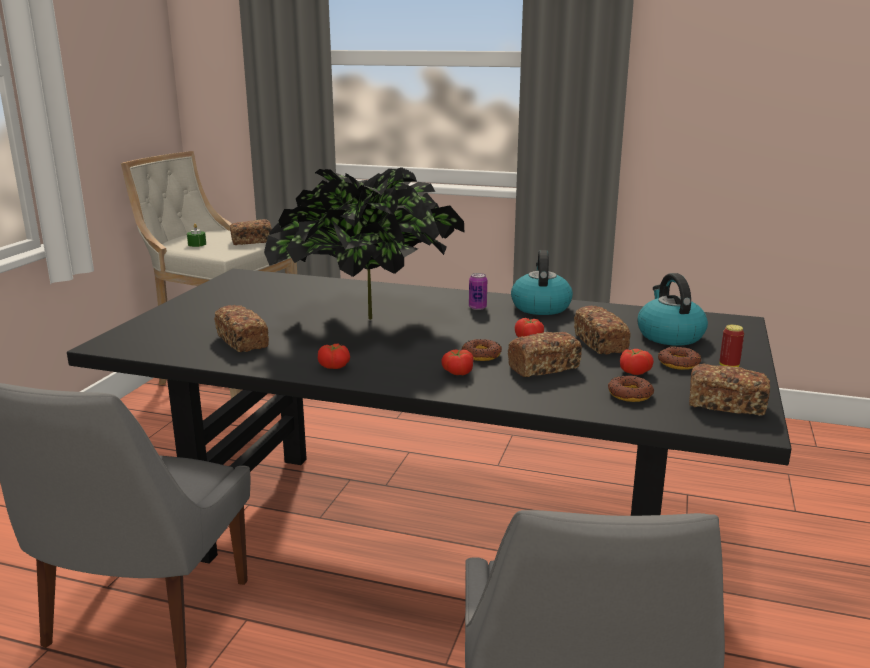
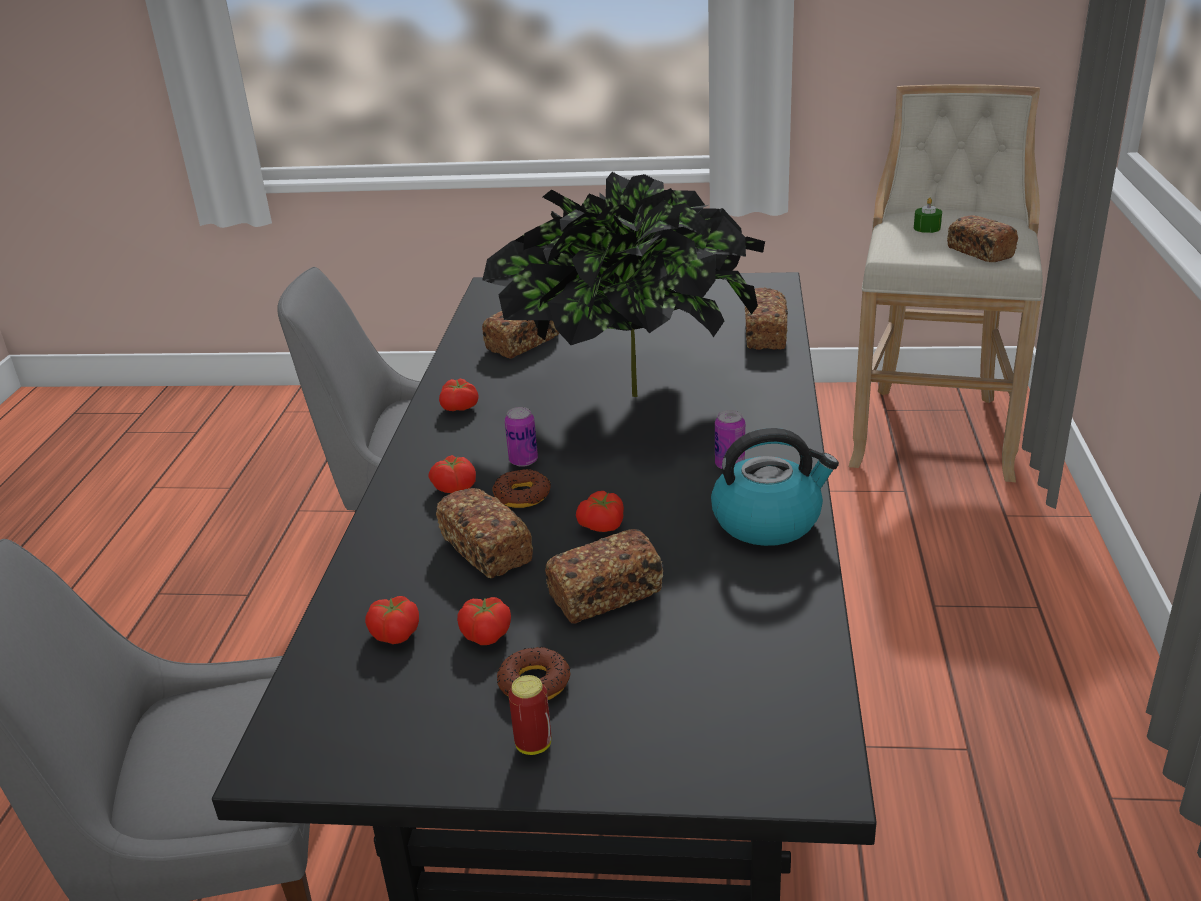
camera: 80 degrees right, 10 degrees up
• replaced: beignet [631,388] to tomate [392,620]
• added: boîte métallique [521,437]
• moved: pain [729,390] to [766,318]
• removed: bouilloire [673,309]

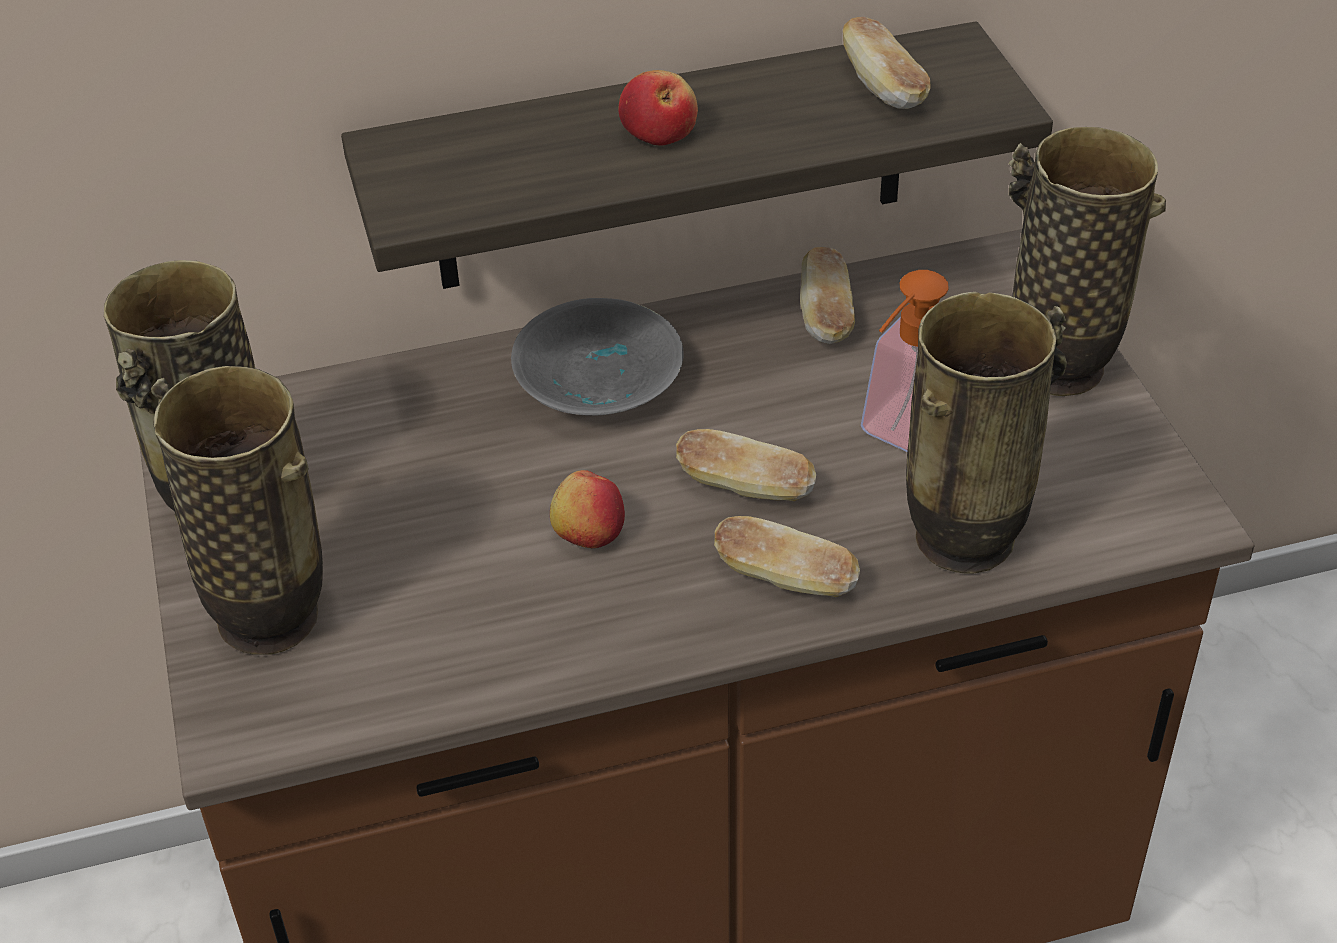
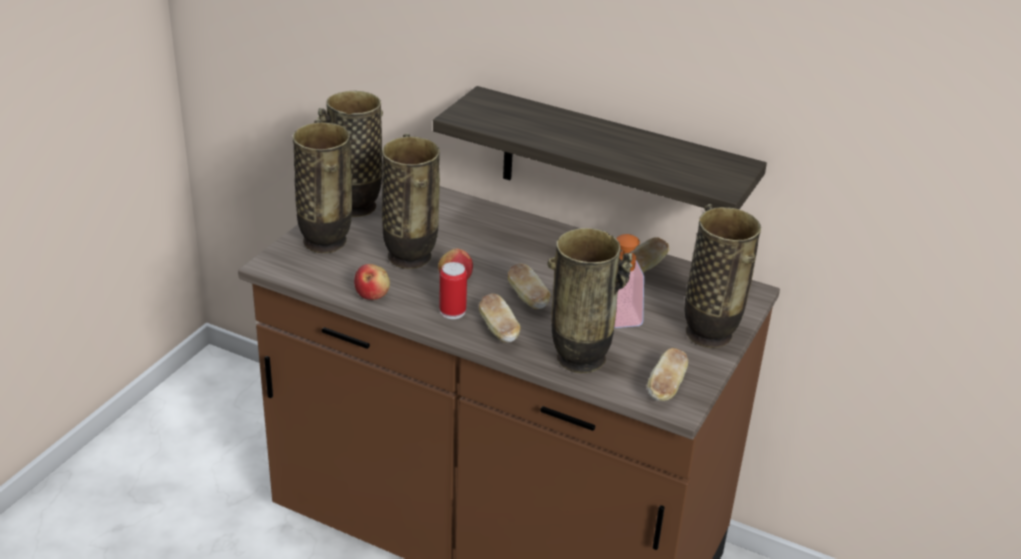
camera: 40 degrees right, 10 degrees down
• moved: pomme [658,107] to [372,282]
• added: vase [411,201]
• added: boîte métallique [453,290]
• moved: pain [887,63] to [667,374]
• removed: bol [gris] [597,357]

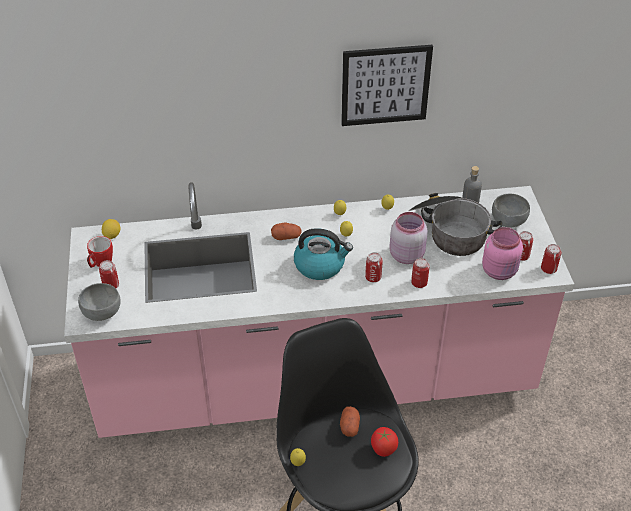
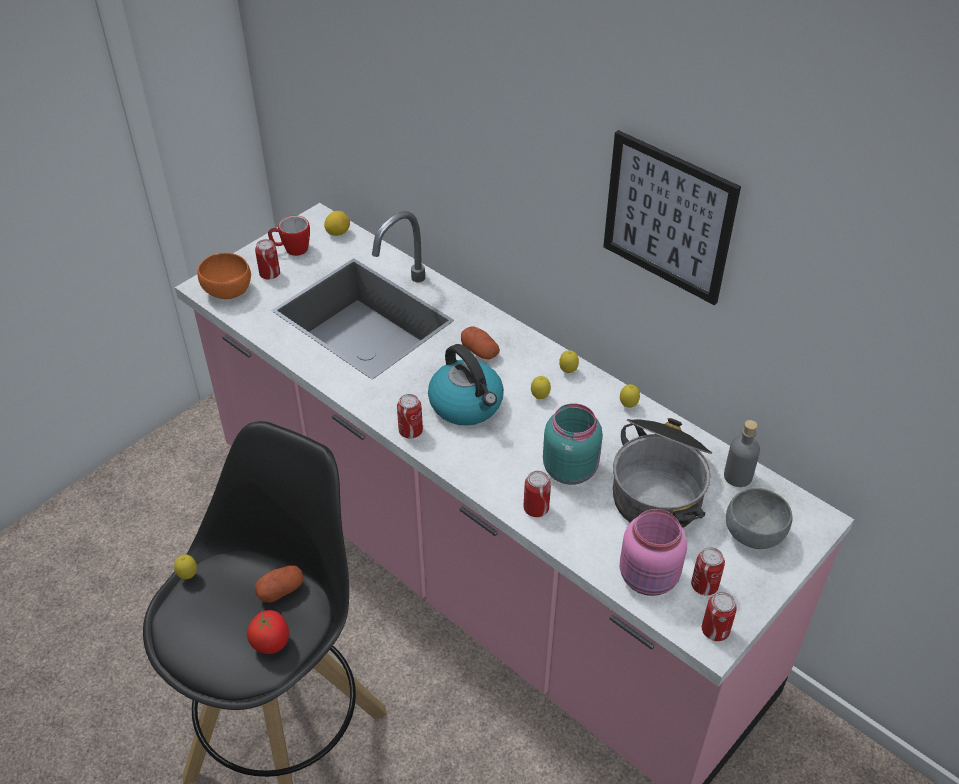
camera: 50 degrees right, 0 degrees up
• recoloured: bol [gris] [99,302] to bol [orange] [224,276]
• moved: boîte métallique [374,267] to [410,416]
• recoloured: bocal [rose] [408,238] to bocal [turquoise] [573,444]

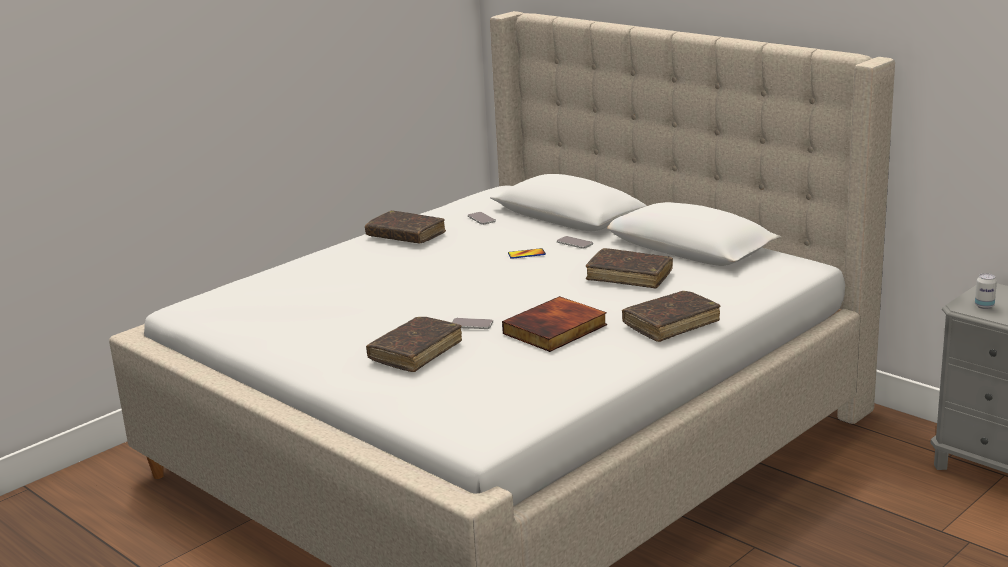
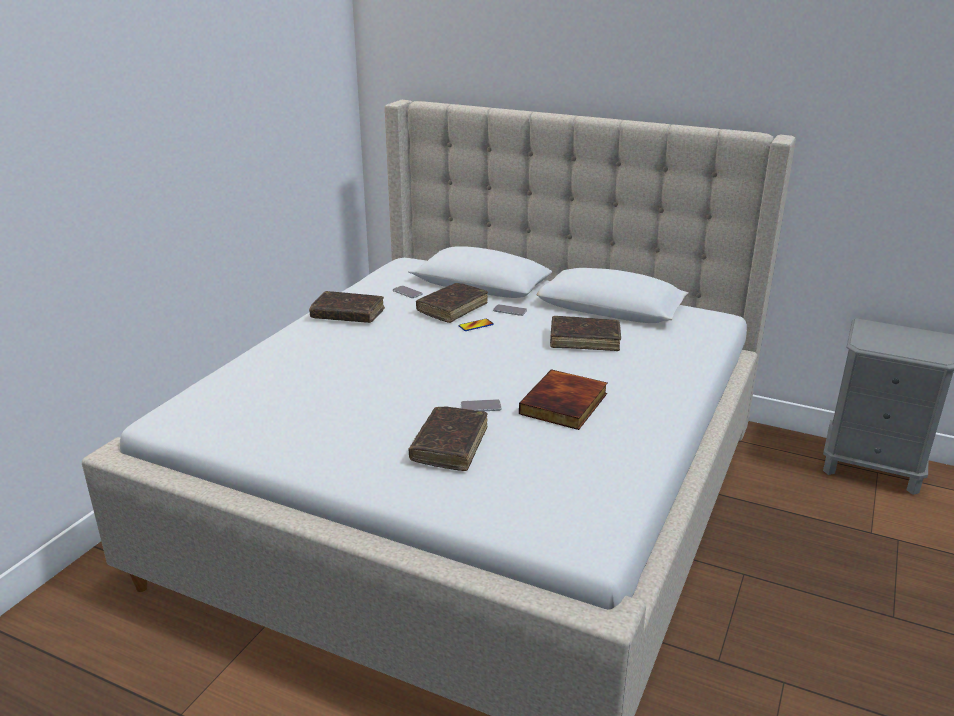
camera: 20 degrees left, 5 degrees up
• moved: livre [marron] [671,316] to [452,303]
• removed: boîte métallique [986,291]

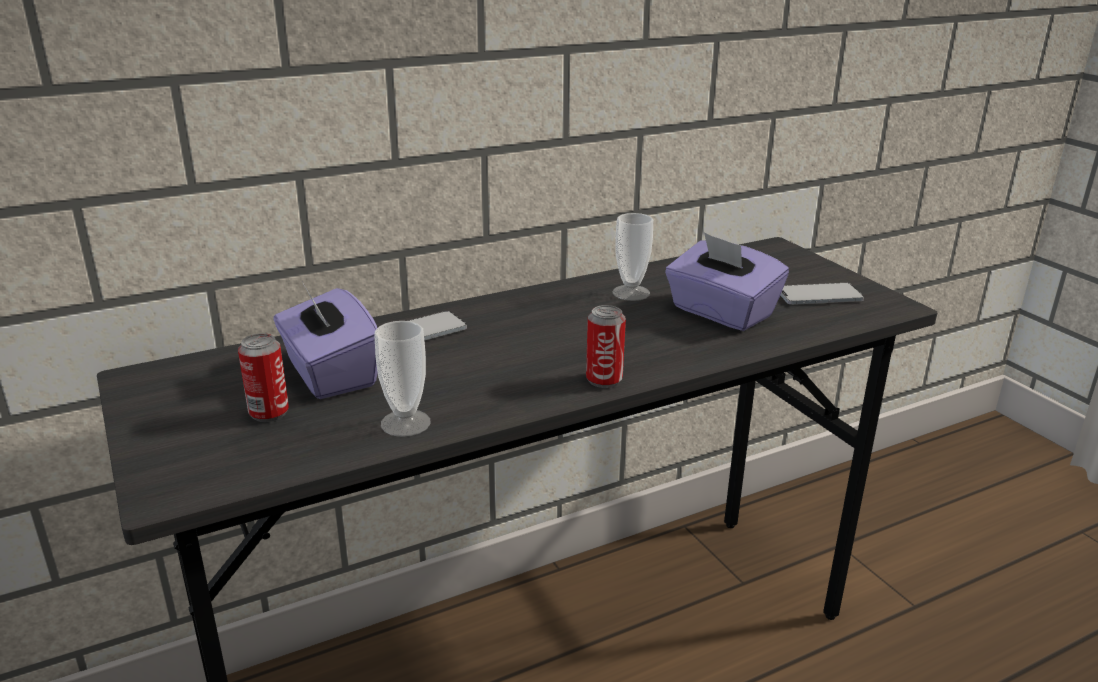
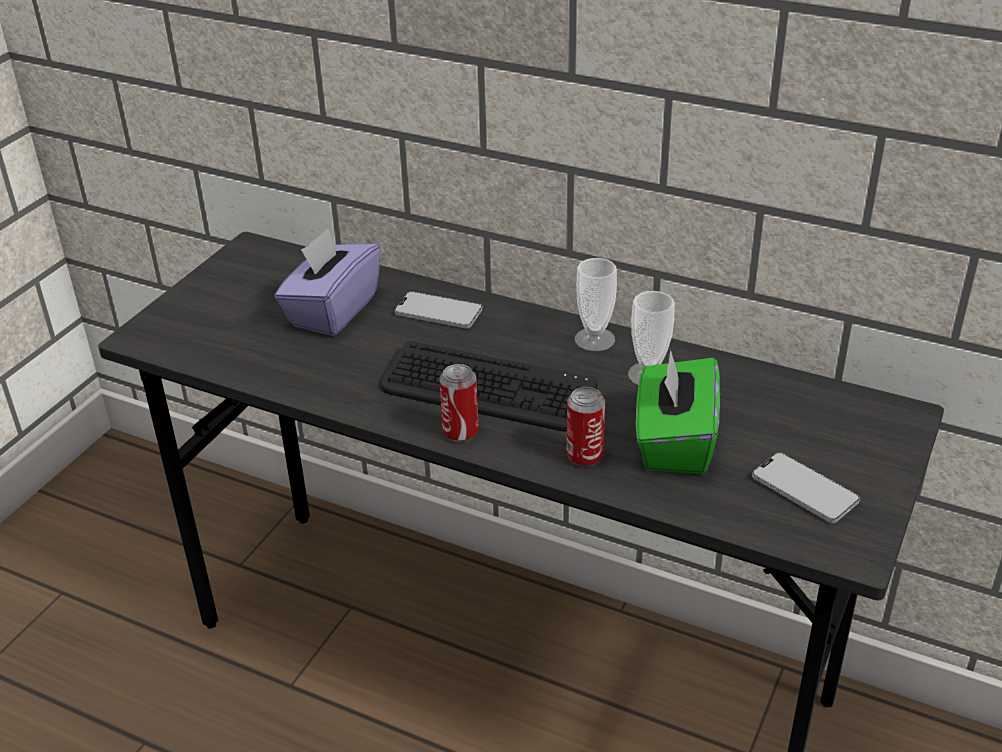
camera: 55 degrees right, 10 degrees up
• added: clavier [489,386]
• moved: boîte métallique [263,377] to [586,427]
• moved: tasse [403,379] to [596,304]
• recoloured: boîte à mouchoirs [violet] [727,281] to boîte à mouchoirs [vert] [678,412]

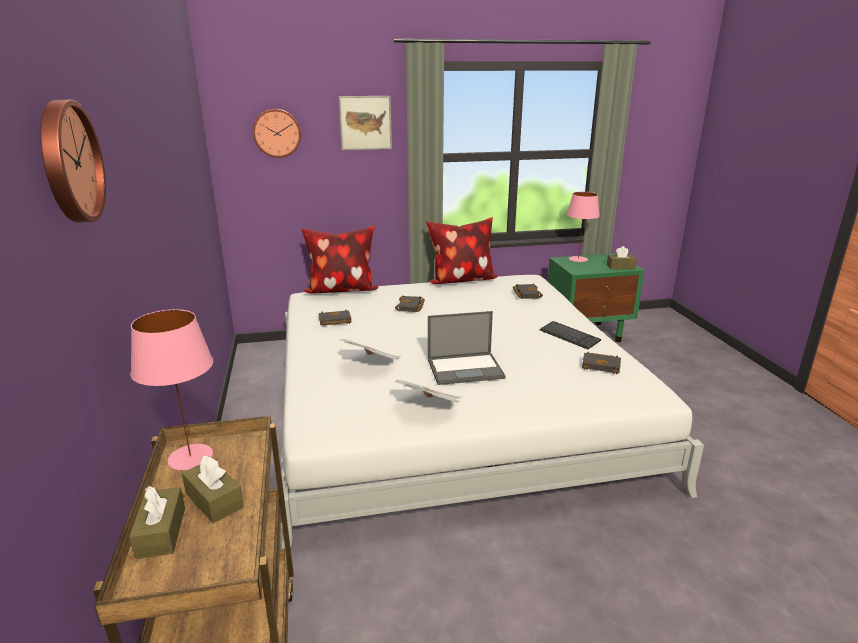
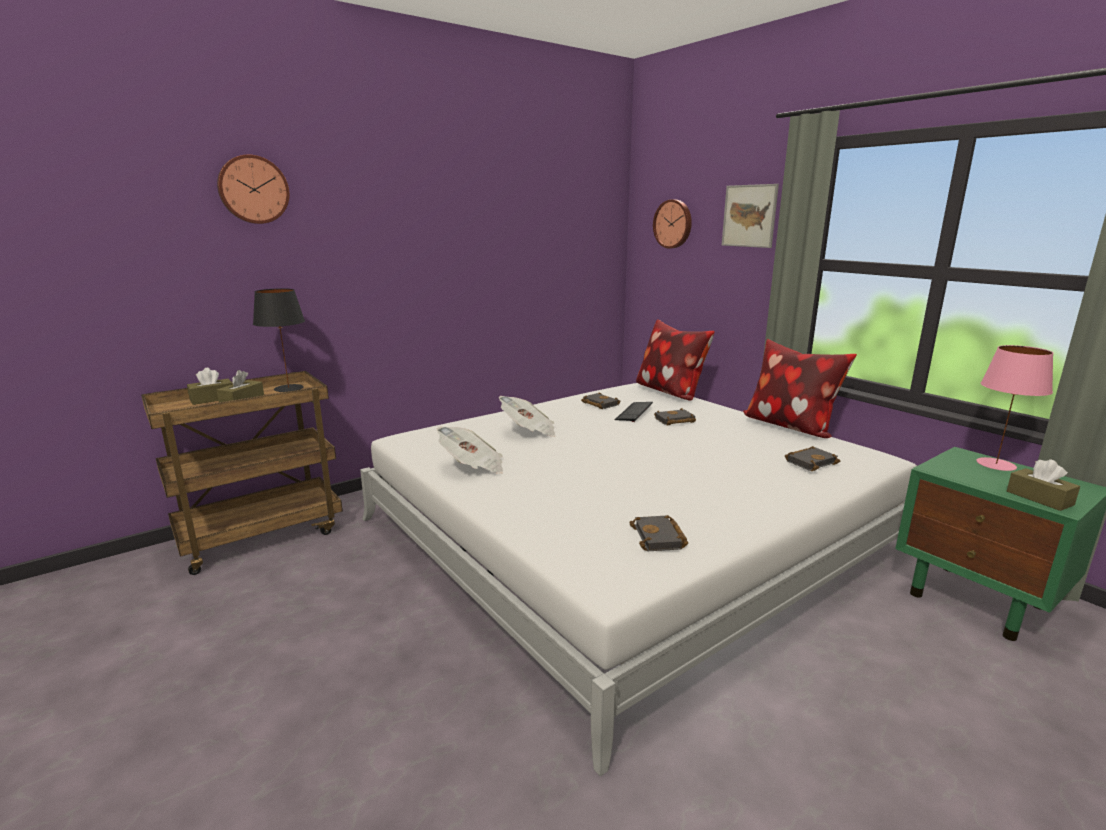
camera: 65 degrees right, 5 degrees down
• recoloured: lampe de table [rose] [171,389] to lampe de table [noir] [279,340]
• moved: clavier [570,335] to [633,412]
• removed: ordinateur portable [467,348]

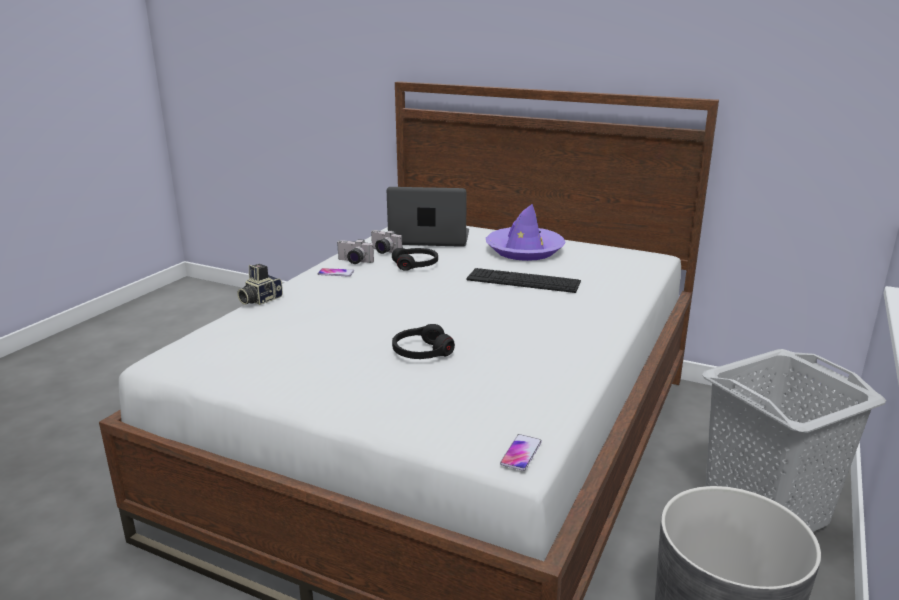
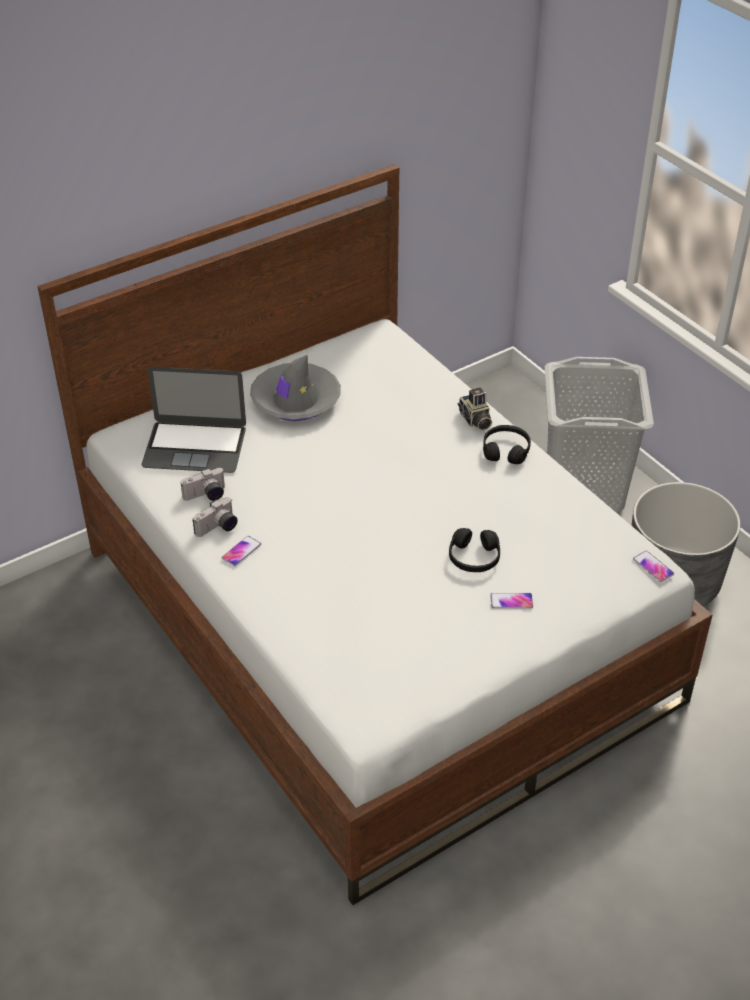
camera: 60 degrees left, 20 degrees up
• turned: ordinateur portable [428,217] = [194,420] 120 degrees counterclockwise
• recoloured: chapeau [violet] [526,232] to chapeau [gris] [295,388]
• moved: appareil photo [260,284] to [475,409]
• moved: casque audio [noir] [415,259] to [507,444]
• added: téléphone [511,600]
• removed: clavier [523,280]

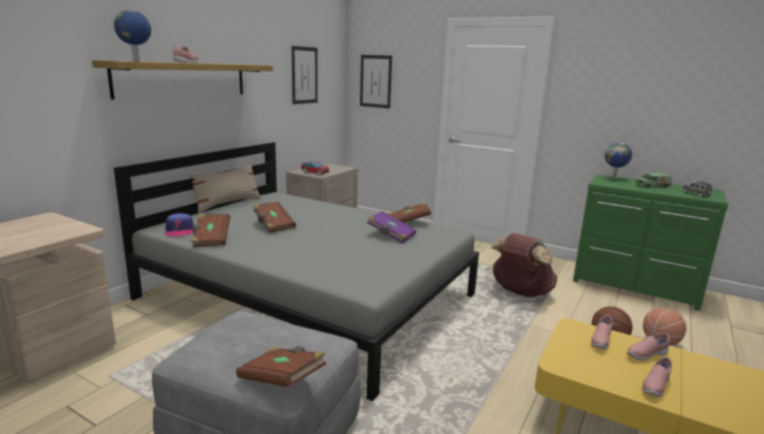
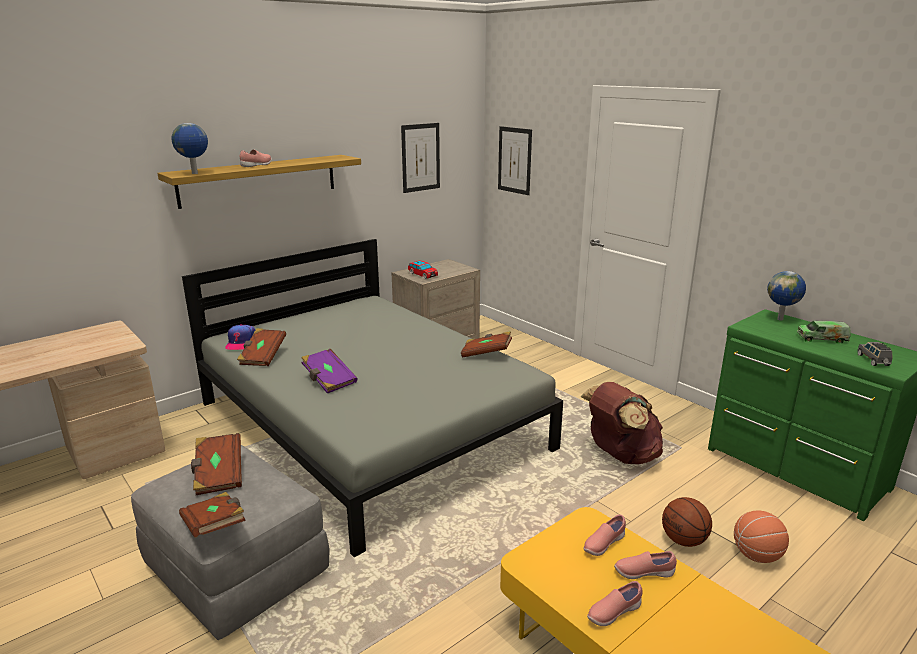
camera: 20 degrees right, 5 degrees up
• moved: livre [marron] [274,216] to [216,464]
• moved: livre [violet] [392,227] to [329,371]
• removed: coussin [beige] [225,188]

